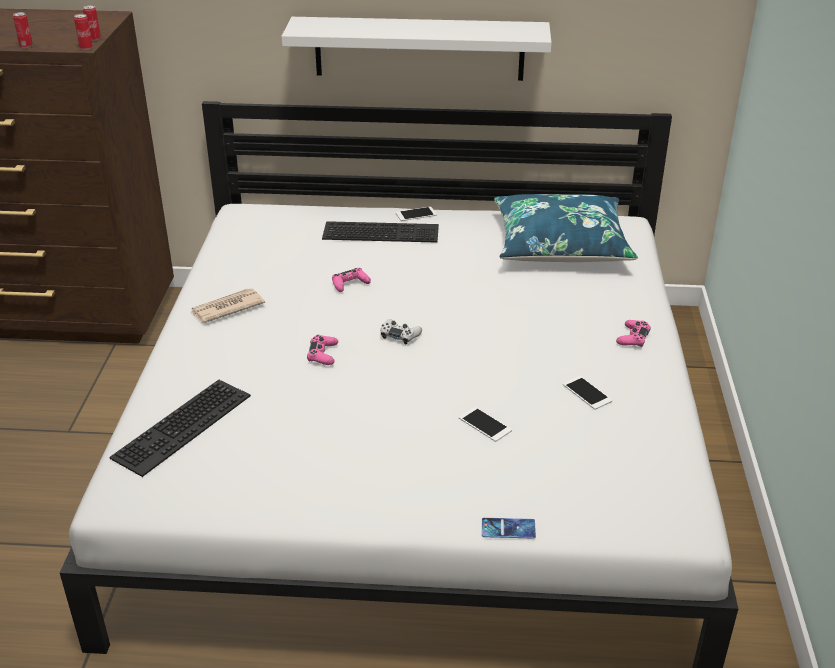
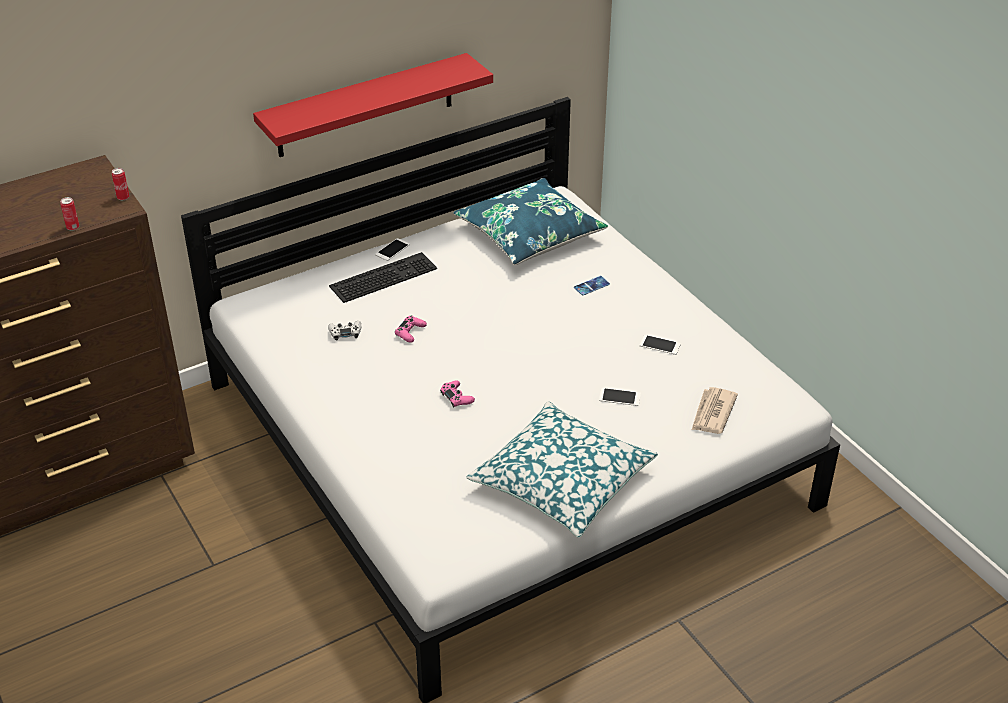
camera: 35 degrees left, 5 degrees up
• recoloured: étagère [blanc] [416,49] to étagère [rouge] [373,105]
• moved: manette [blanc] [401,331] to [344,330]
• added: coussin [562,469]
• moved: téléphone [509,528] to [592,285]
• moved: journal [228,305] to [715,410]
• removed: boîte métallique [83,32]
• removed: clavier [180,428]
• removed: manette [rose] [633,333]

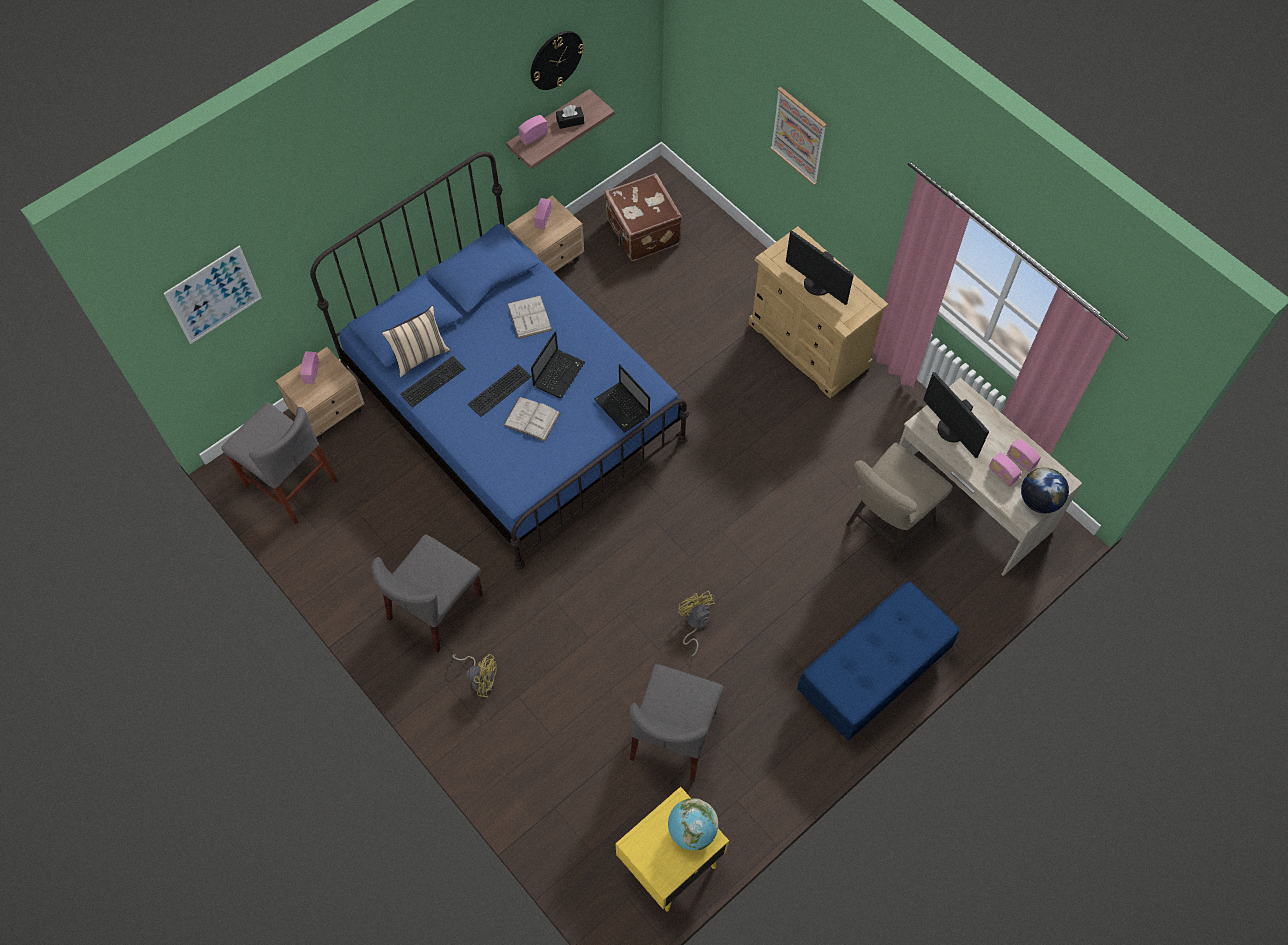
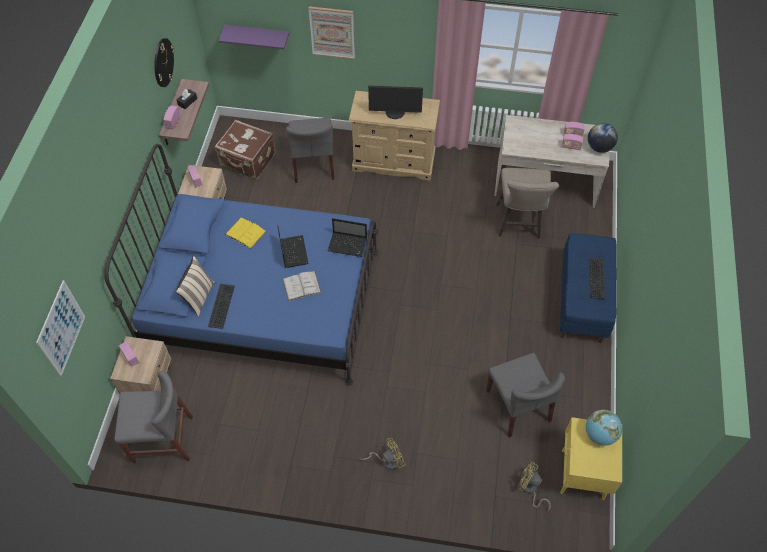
camera: 40 degrees left, 5 degrees down
• added: étagère [violet] [253,37]
• recoloured: livre [blanc] [529,317] to livre [jaune] [245,233]
• moved: chaise [gris] [427,593] to [310,150]
• moved: ventilateur [jaune] [696,624] to [534,487]
• moved: clavier [500,390] to [597,278]
• removed: écran d'ordinateur [956,415]

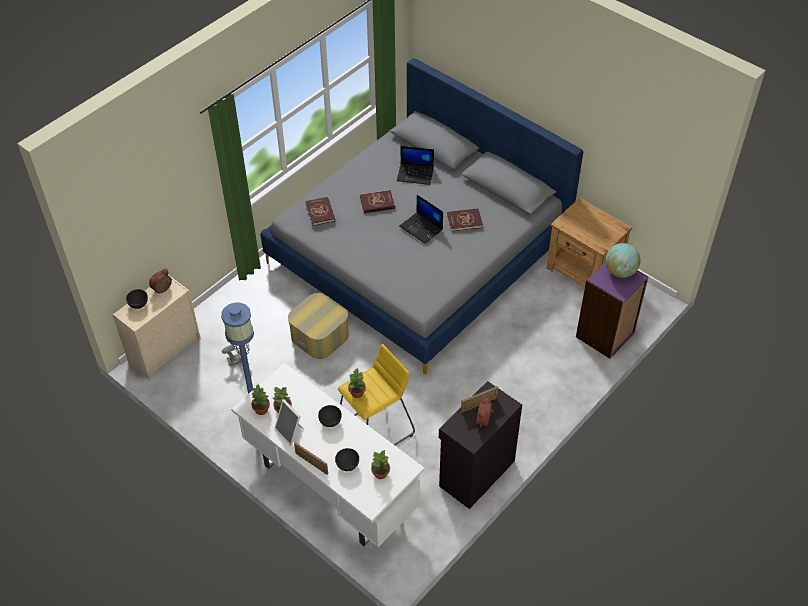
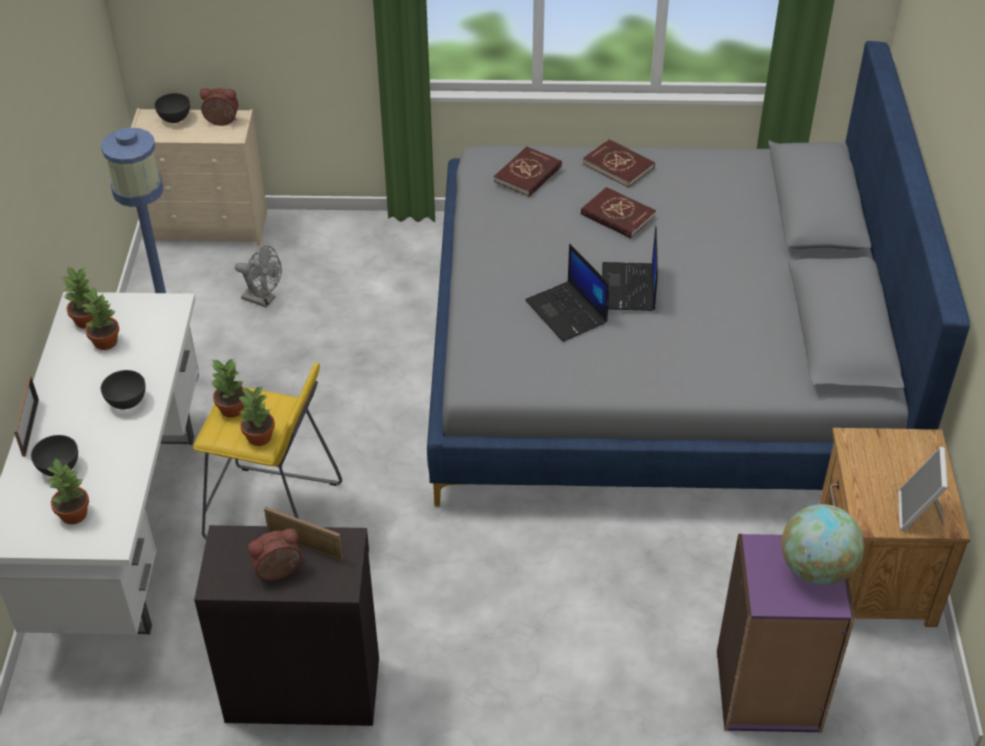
camera: 50 degrees right, 5 degrees down
• added: plante en pot [256,416]
• moved: ordinateur portable [415,165] to [567,293]
• moved: livre [rouge] [465,219] to [619,163]
• moved: cadre photo [288,422] to [923,489]
• removed: pouf [318,326]

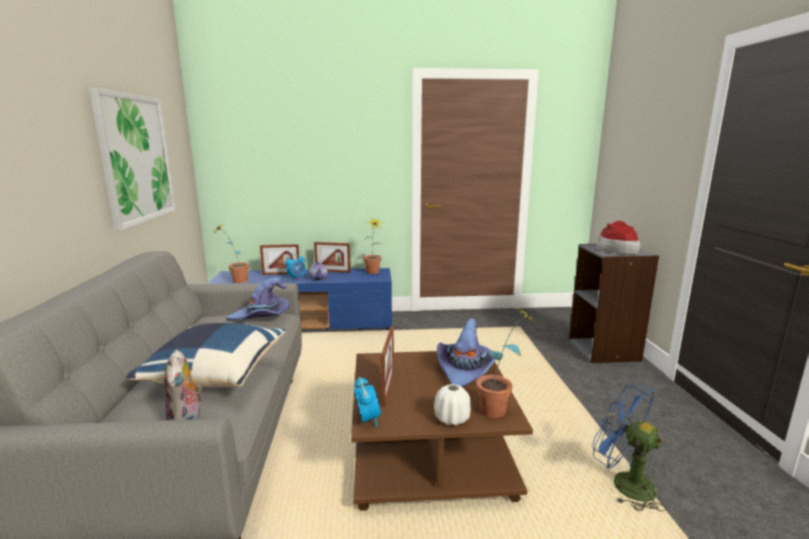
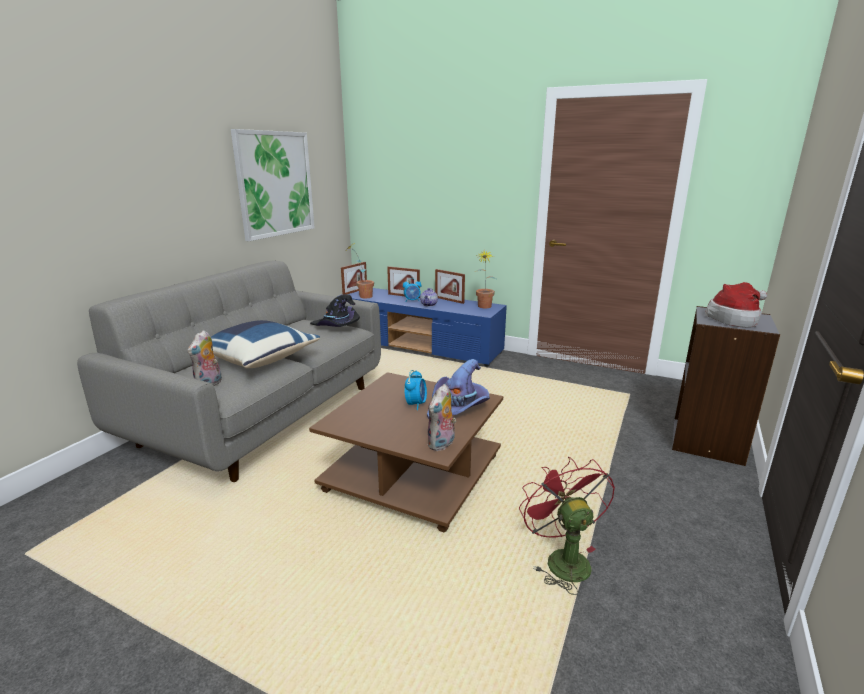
camera: 30 degrees right, 5 degrees up
• recoloured: chapeau [violet] [258,299] to chapeau [noir] [335,310]
• moved: cadre photo [387,366] to [354,278]
• moved: réveil [367,402] to [415,390]
• replaced: plante en pot [506,362] to peluche [441,417]
• recoloured: ventilateur [bleu] [629,447] to ventilateur [rouge] [567,526]
• removed: vase [blanc] [452,405]

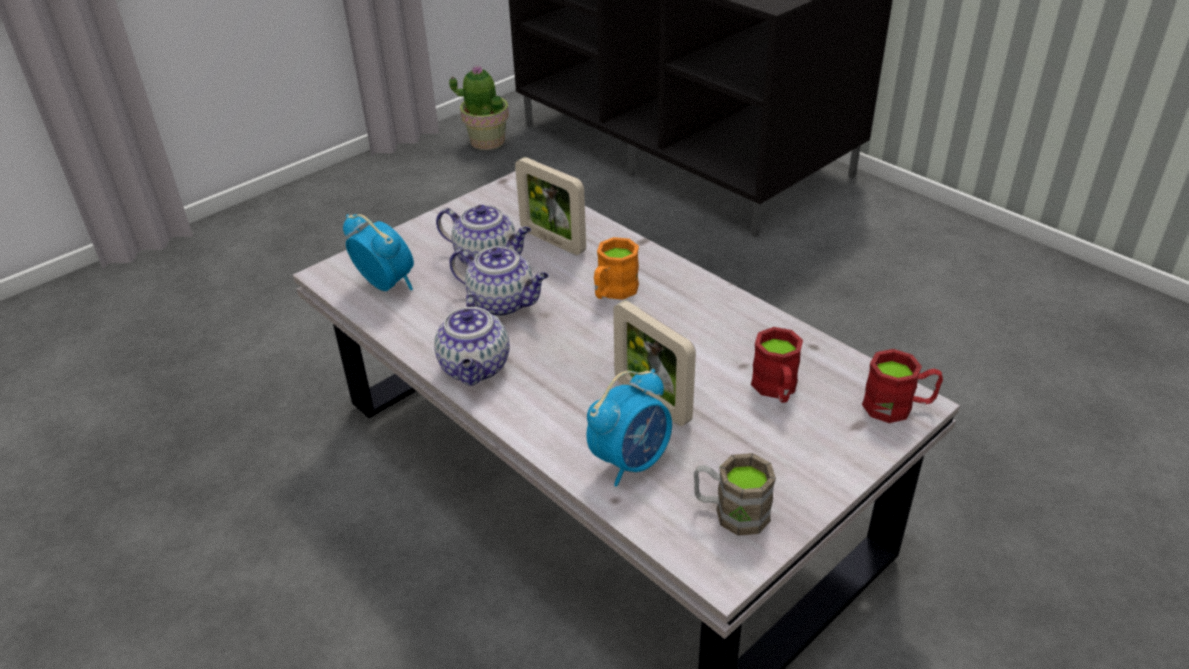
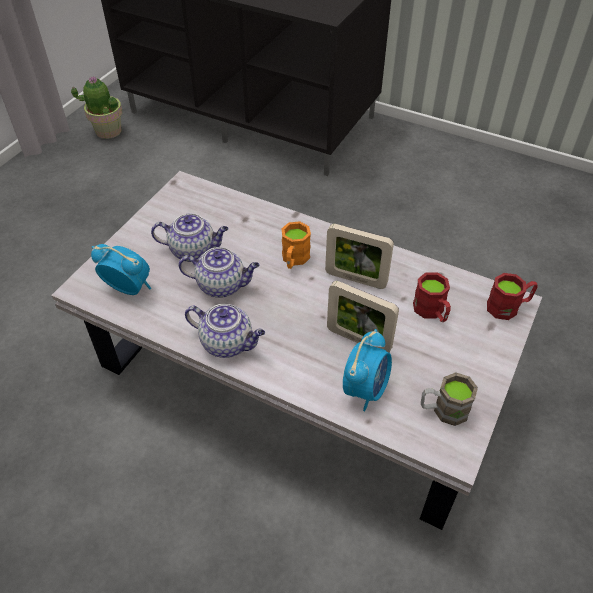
camera: 20 degrees left, 10 degrees up
• turned: théière [472,339] = [225,331] 45 degrees counterclockwise
• moved: cadre photo [550,206] to [359,256]

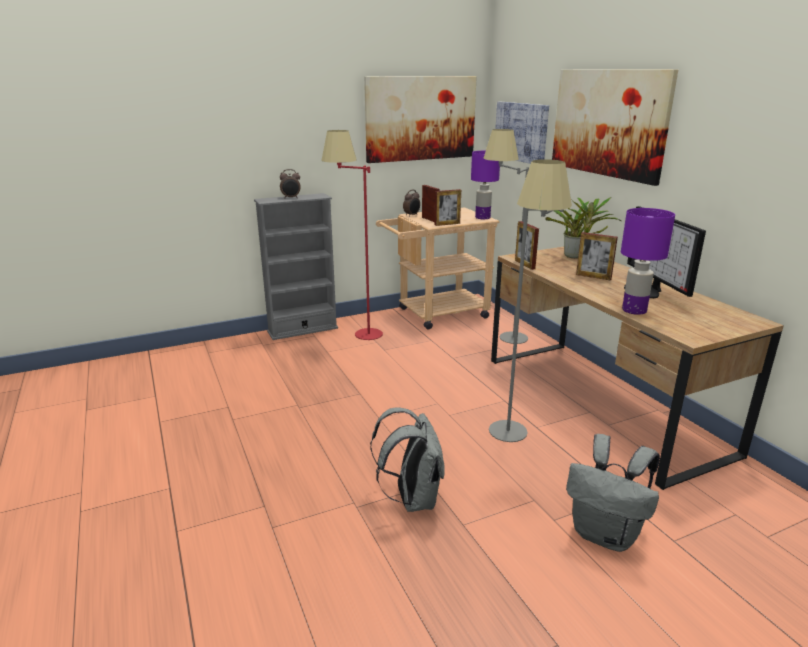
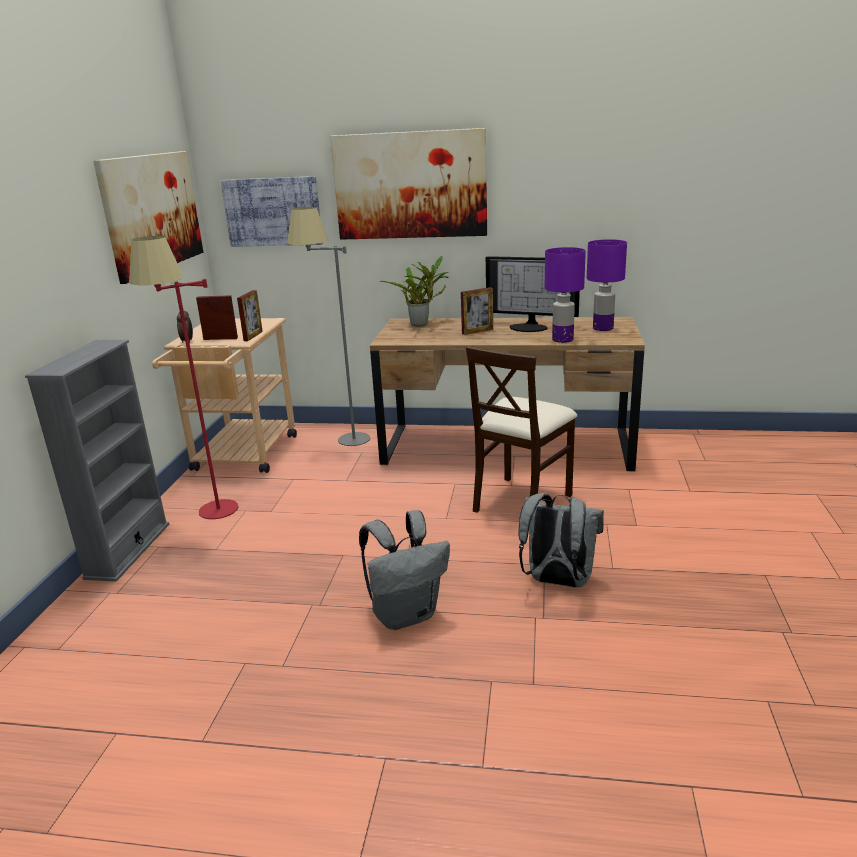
camera: 55 degrees left, 0 degrees up
• moved: sac à dos [gris] [613,493] to [404,570]
• replaced: lampadaire [gris] [530,300] to chaise [beige] [521,429]
• moved: lampe de table [violet] [485,185] to [607,285]
• removed: réveil [290,184]
• removed: cadre photo [527,245]

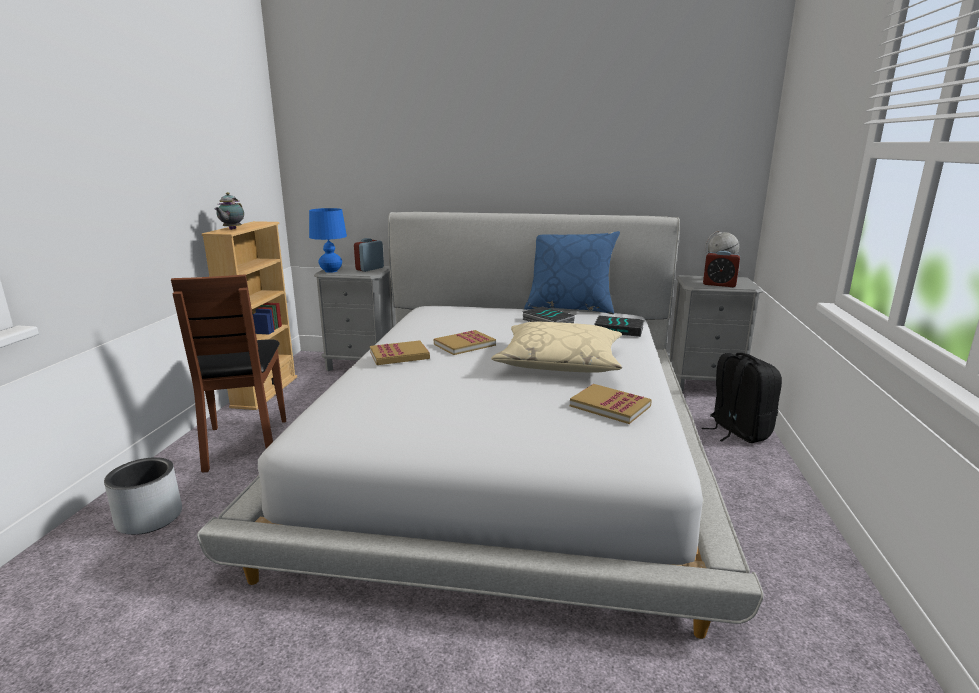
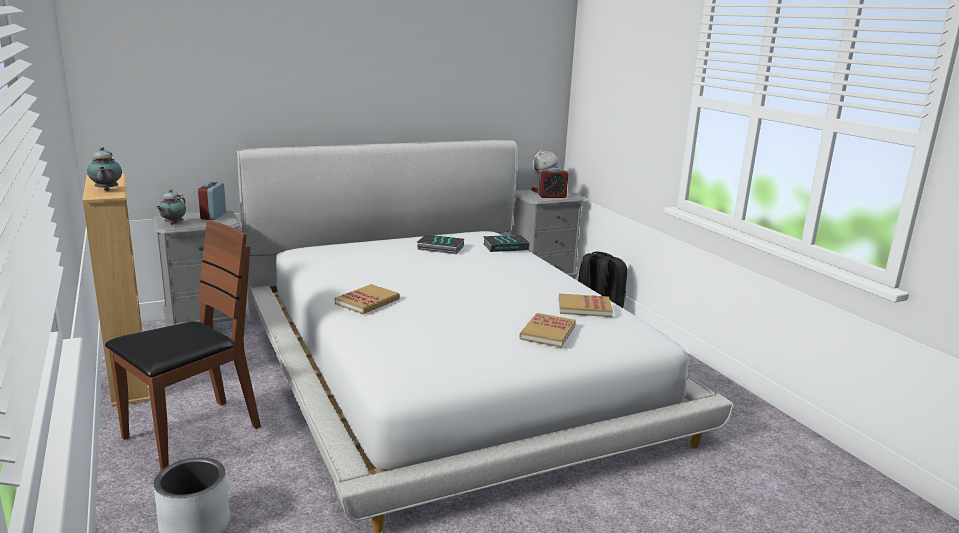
camera: 35 degrees left, 0 degrees up
• turned: chaise [marron] [228,373] = [183,345] 90 degrees counterclockwise
• replaced: lampe de table [bleu] [328,240] to théière [171,207]
• moved: livre [465,342] to [547,330]
• removed: coussin [beige] [556,347]
• removed: coussin [bleu] [572,272]

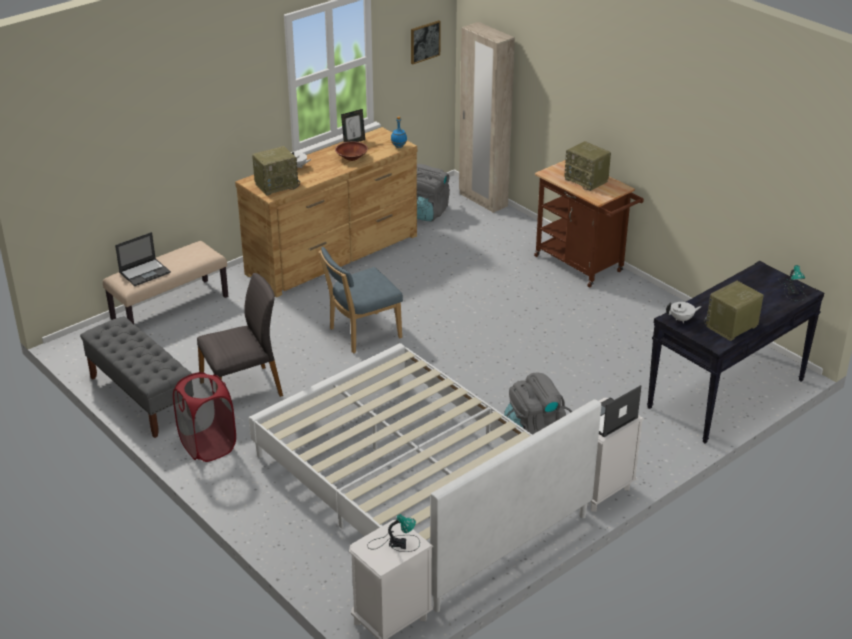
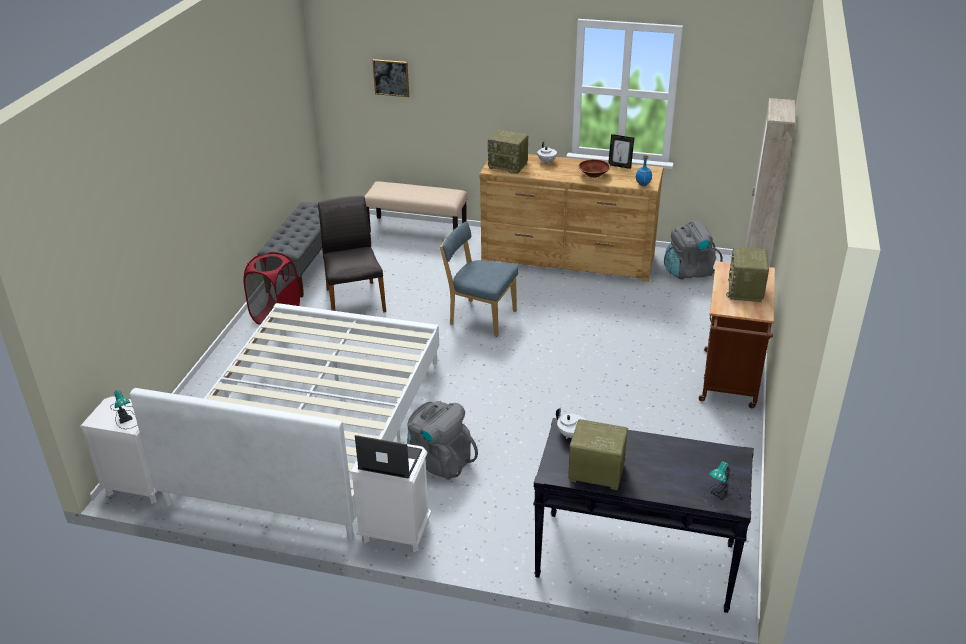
camera: 55 degrees right, 0 degrees up
• turned: chaise [gris] [240,335] = [352,254] 135 degrees counterclockwise
• moved: tableau [426,42] to [391,78]
• removed: ordinateur portable [143,259]

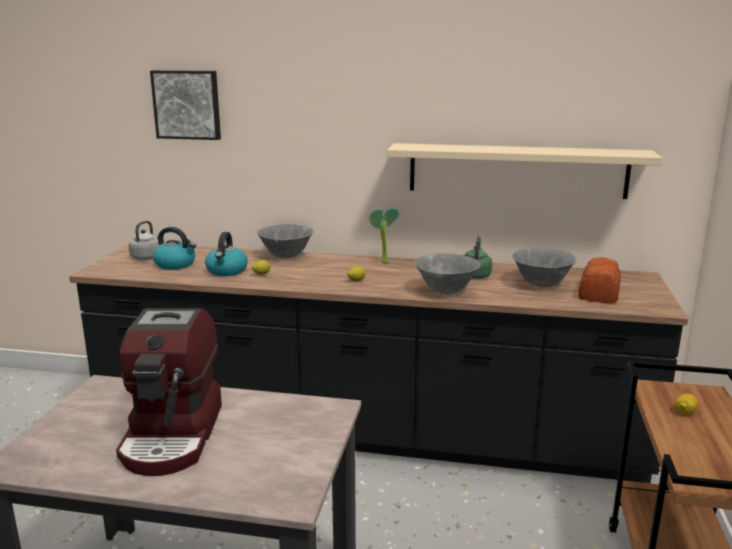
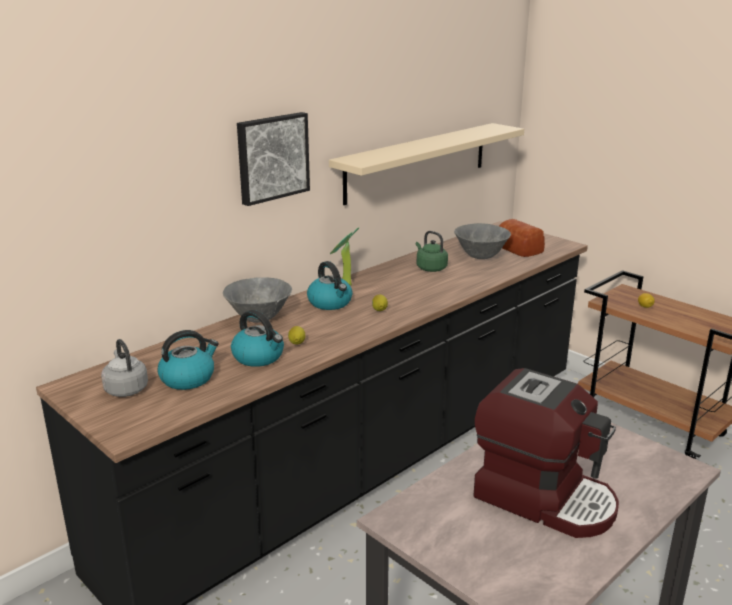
camera: 55 degrees left, 5 degrees up
• moved: tableau [185,105] to [273,159]
• added: bouilloire [330,285]
• removed: bol [gris] [447,273]

